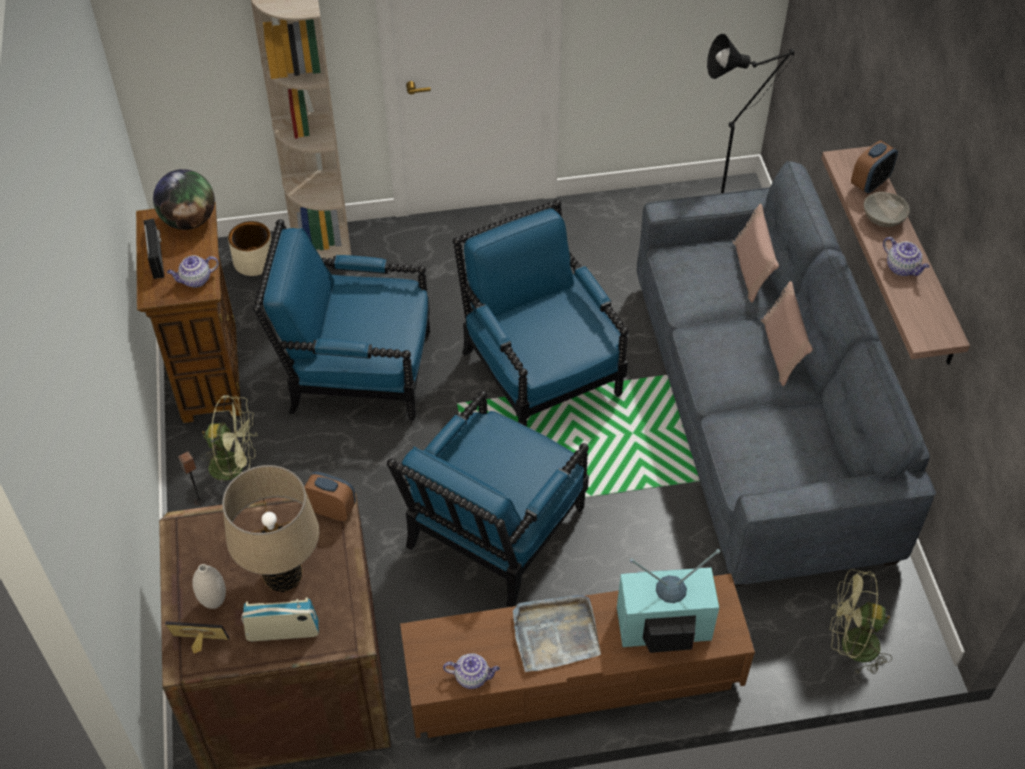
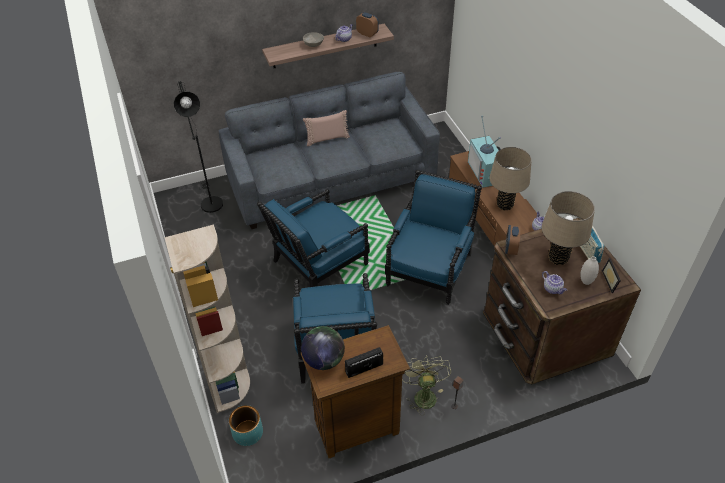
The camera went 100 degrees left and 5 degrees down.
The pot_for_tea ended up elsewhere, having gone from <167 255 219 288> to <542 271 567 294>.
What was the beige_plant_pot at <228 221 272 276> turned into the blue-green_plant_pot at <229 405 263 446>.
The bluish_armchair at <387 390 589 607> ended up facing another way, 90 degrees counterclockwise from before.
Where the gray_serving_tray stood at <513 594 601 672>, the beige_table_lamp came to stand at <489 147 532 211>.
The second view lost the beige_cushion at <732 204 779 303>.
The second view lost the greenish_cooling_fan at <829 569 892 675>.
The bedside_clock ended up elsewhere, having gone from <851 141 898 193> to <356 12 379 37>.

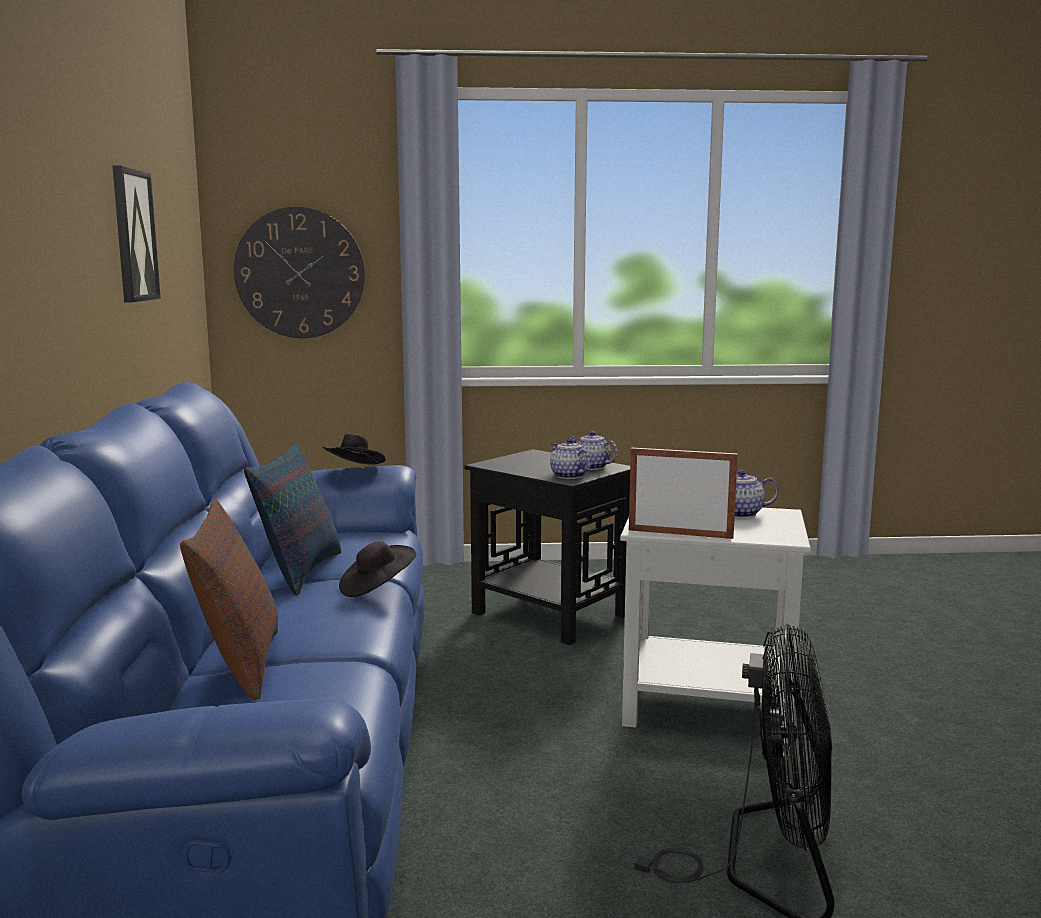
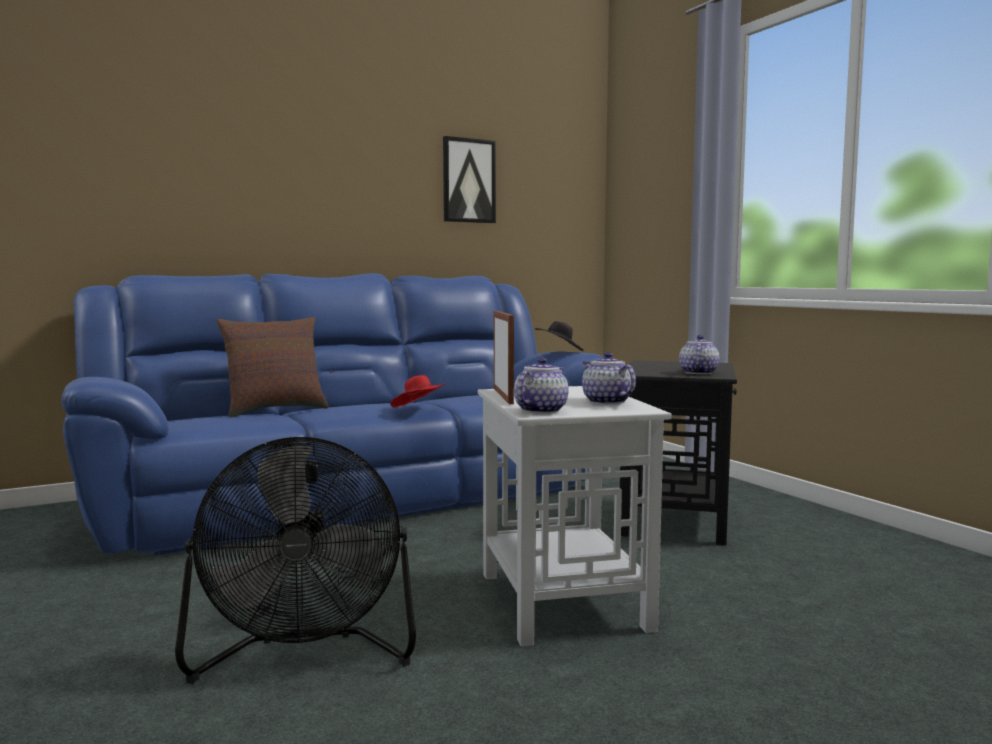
The camera went 65 degrees right and 5 degrees down.
The second view lost the wall_clock at <234 207 365 338>.
The second view lost the bluish_cushion at <244 444 341 595>.
What was the blackish_wearable_hat at <339 541 417 597> turned into the red_wearable_hat at <391 375 444 407>.
The pot_for_tea ended up elsewhere, having gone from <550 438 591 479> to <514 358 569 414>.

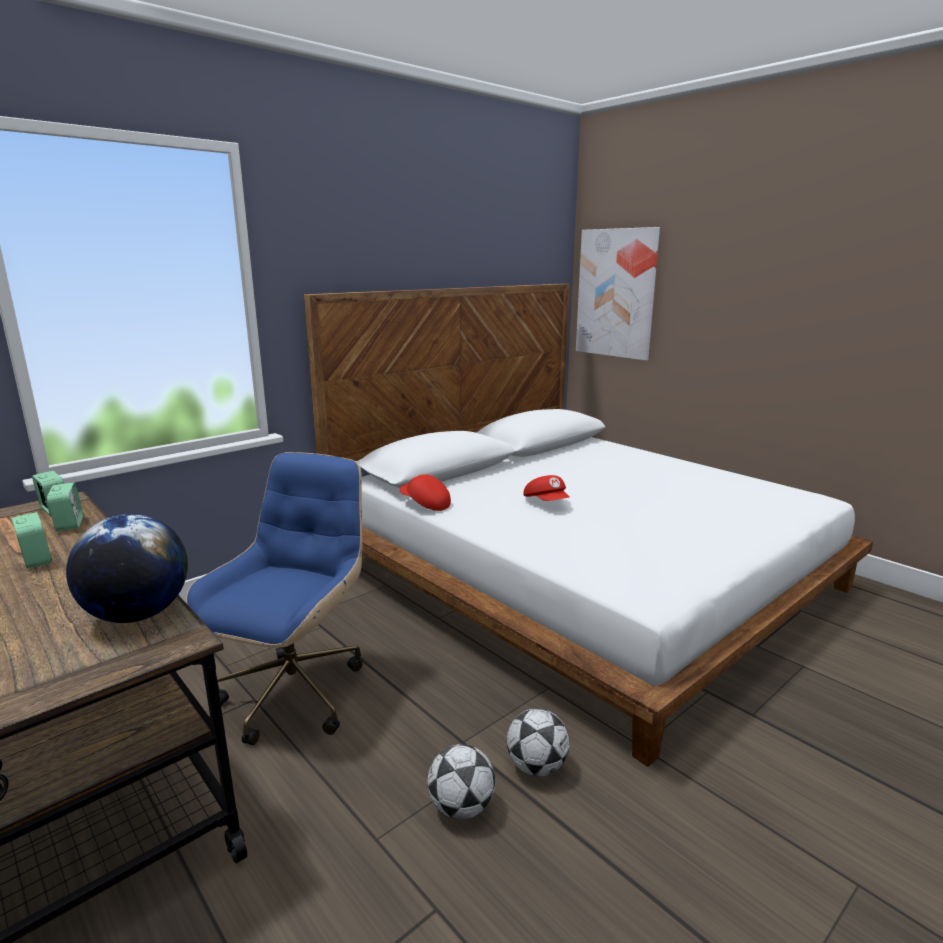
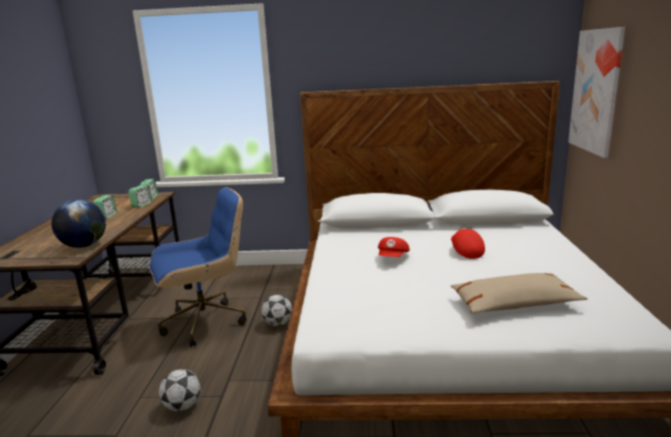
The camera went 45 degrees right and 0 degrees up.
The red_baseball_cap ended up elsewhere, having gone from <400 474 451 511> to <451 228 485 259>.
The football ended up elsewhere, having gone from <507 708 570 776> to <261 295 292 326>.
The second view gained the beige_cushion at <451 273 587 314>.

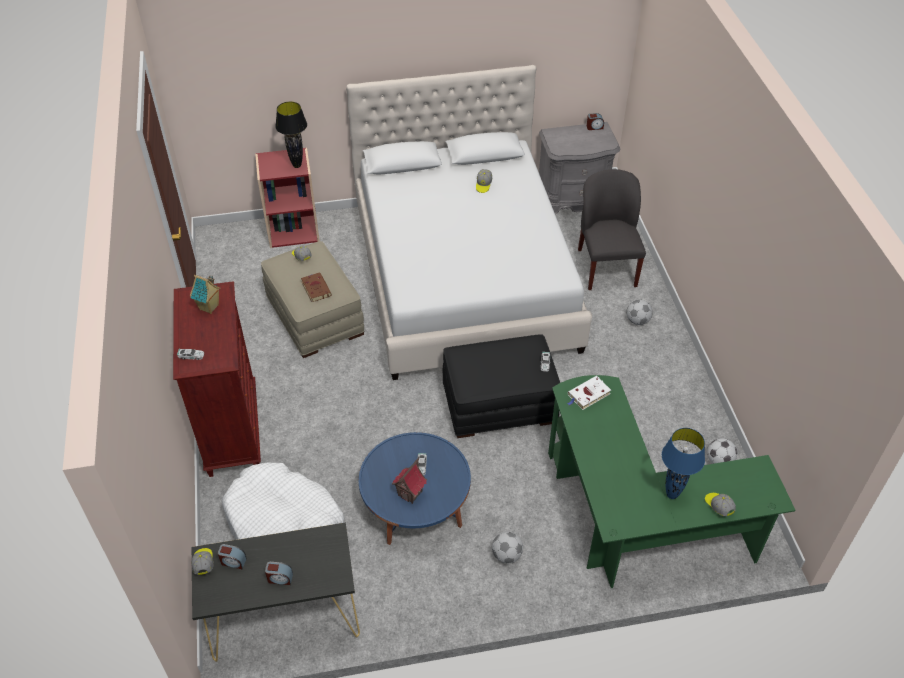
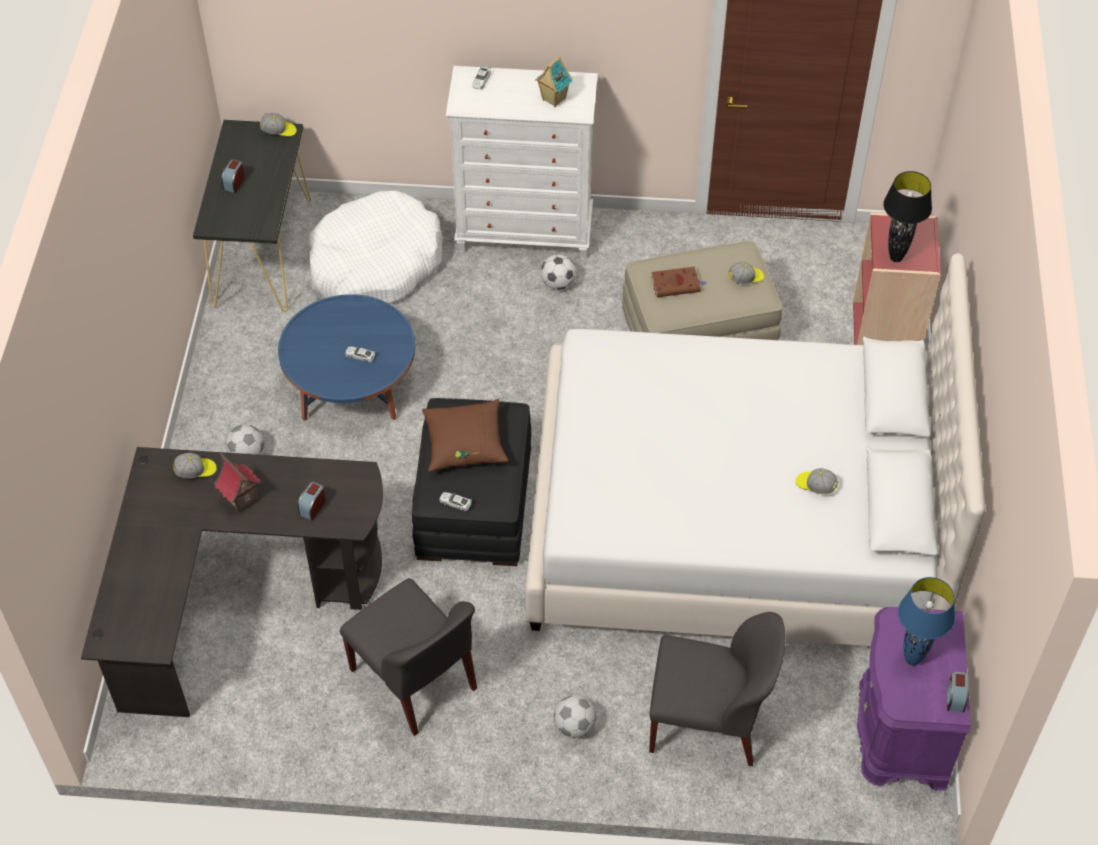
The camera went 105 degrees right and 5 degrees up.
What was the red_drawer_chest at <173 281 261 477> turned into the whitish_drawer_chest at <446 66 598 259>.
The bedside_clock ended up elsewhere, having gone from <218 544 247 569> to <298 481 326 520>.
The model_house ended up elsewhere, having gone from <392 458 427 504> to <214 452 261 513>.
What was the gray_night_table at <539 122 620 214> turned into the purplish_night_table at <857 607 971 791>.
What was the greenish_desk_unit at <548 375 796 588> turned into the blackish_desk_unit at <81 447 383 717>.
The second view lost the whitish_book at <567 376 611 410>.
The bluish_table_lamp ended up elsewhere, having gone from <662 428 705 499> to <898 577 955 666>.
The baseball_cap ended up elsewhere, having gone from <705 493 736 516> to <173 453 217 478>.
The football ended up elsewhere, having gone from <707 438 737 464> to <541 254 576 290>.
The second view gained the gray_chair at <340 578 477 736>.
The second view gained the brownish_cushion at <422 399 508 472>.

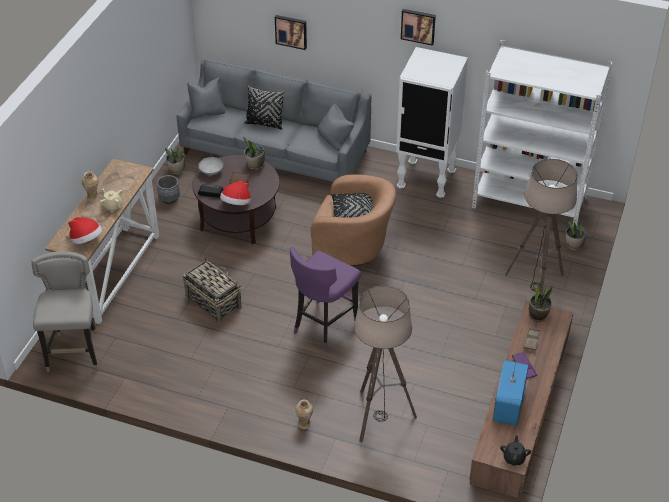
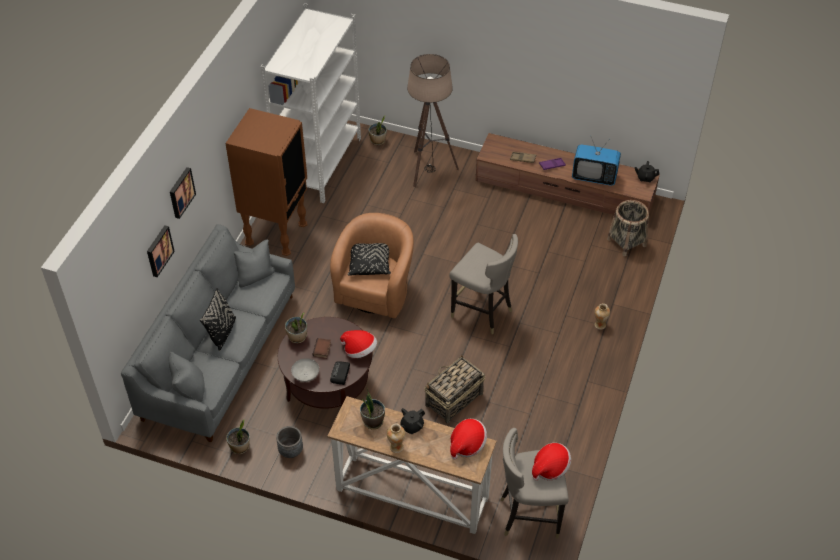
The camera went 90 degrees left and 5 degrees up.
What was the beige_pot_for_tea at <100 189 123 212> turned into the blackish_pot_for_tea at <401 408 425 434>.
What was the purplish_stool at <290 247 361 349> turned into the gray_stool at <449 234 518 334>.
The second view lost the standard_lamp at <354 285 417 442>.
What was the whitish_storage_cabinet at <396 47 468 198> turned into the brownish_storage_cabinet at <225 108 307 256>.
The wall_picture ended up elsewhere, having gone from <401 9 436 46> to <170 167 196 219>.
The houseplant ended up elsewhere, having gone from <529 281 553 322> to <360 387 385 429>.
The second view gained the wearable_hat at <532 443 571 481>.
The second view gained the storage_basket at <607 200 649 257>.

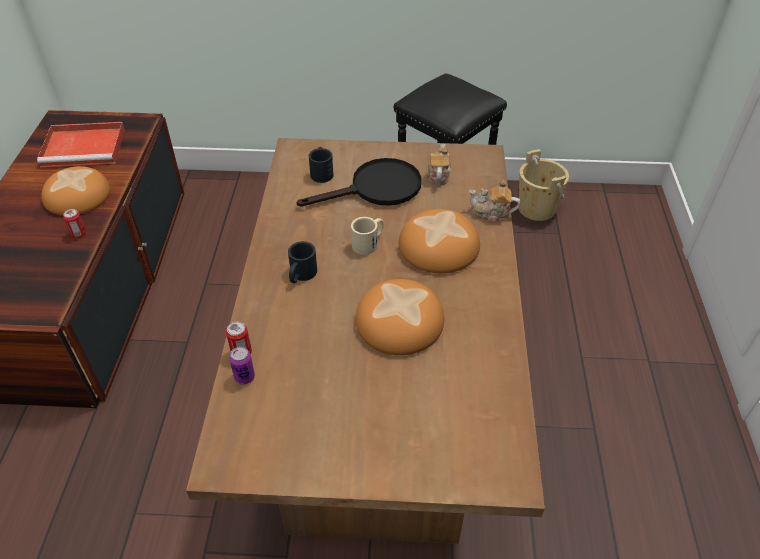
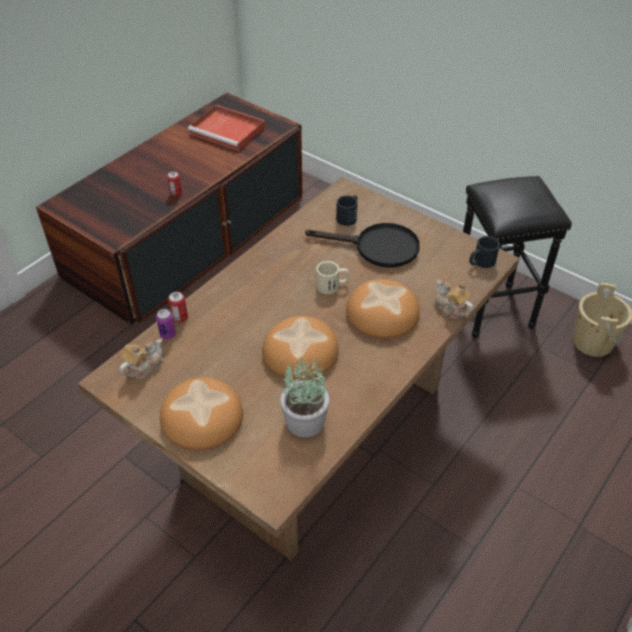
The camera went 35 degrees right and 0 degrees up.
The bakery_bread ended up elsewhere, having gone from <42 166 110 216> to <160 377 243 450>.
The blackish_tea_mug ended up elsewhere, having gone from <288 241 317 283> to <469 236 500 268>.
The pot_for_tea ended up elsewhere, having gone from <426 143 451 185> to <119 338 163 380>.
The second view gained the houseplant at <280 357 329 437>.

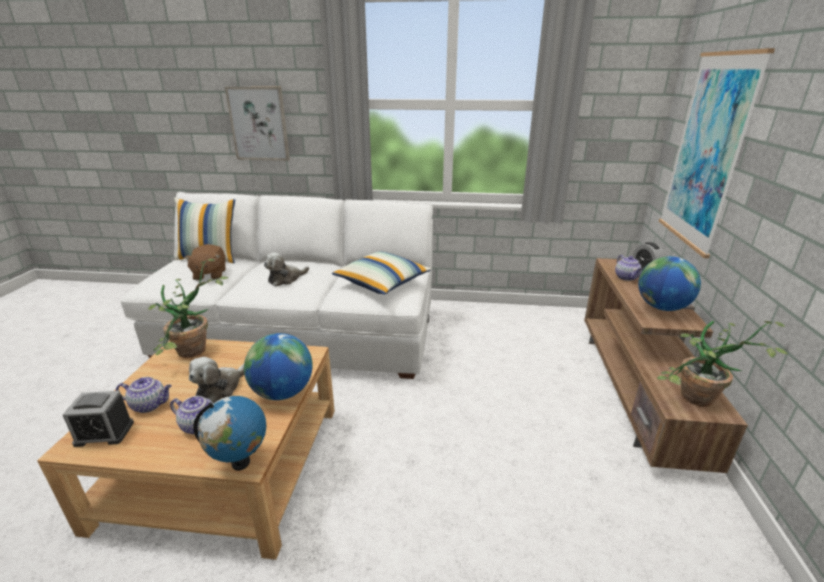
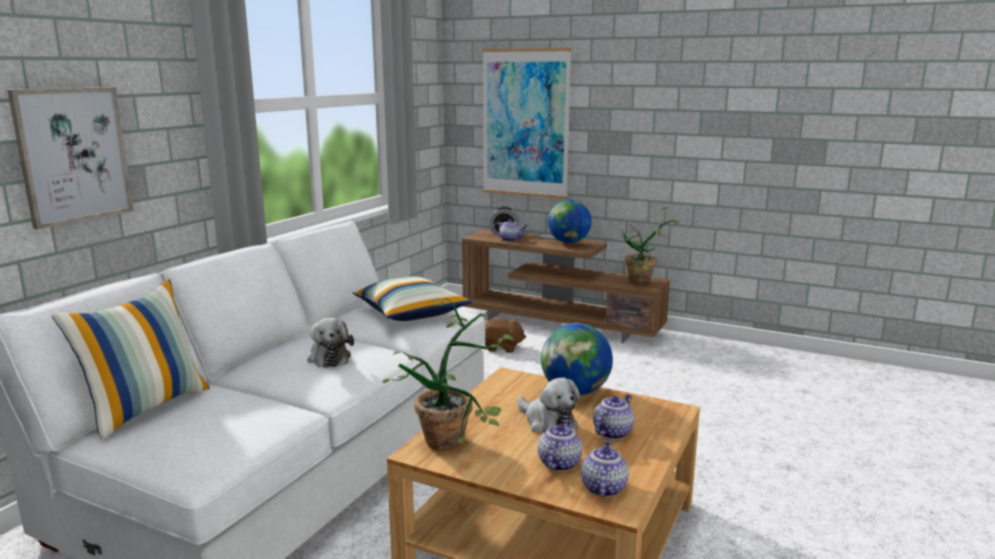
The camera went 70 degrees left and 10 degrees down.
Where the bedside_clock stood at <63 391 134 447>, the pot_for_tea came to stand at <581 440 629 497>.
The brownish_cuddly_toy ended up elsewhere, having gone from <184 244 226 280> to <484 318 526 353>.
The second view lost the desk_globe at <193 396 266 471>.

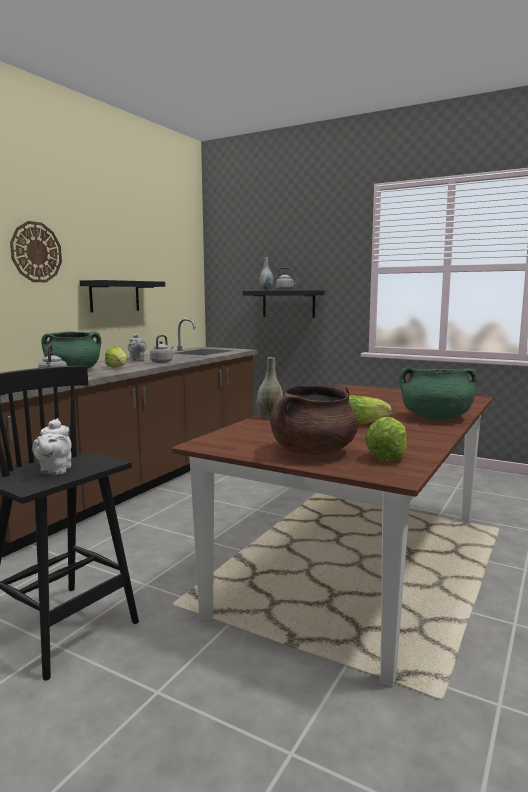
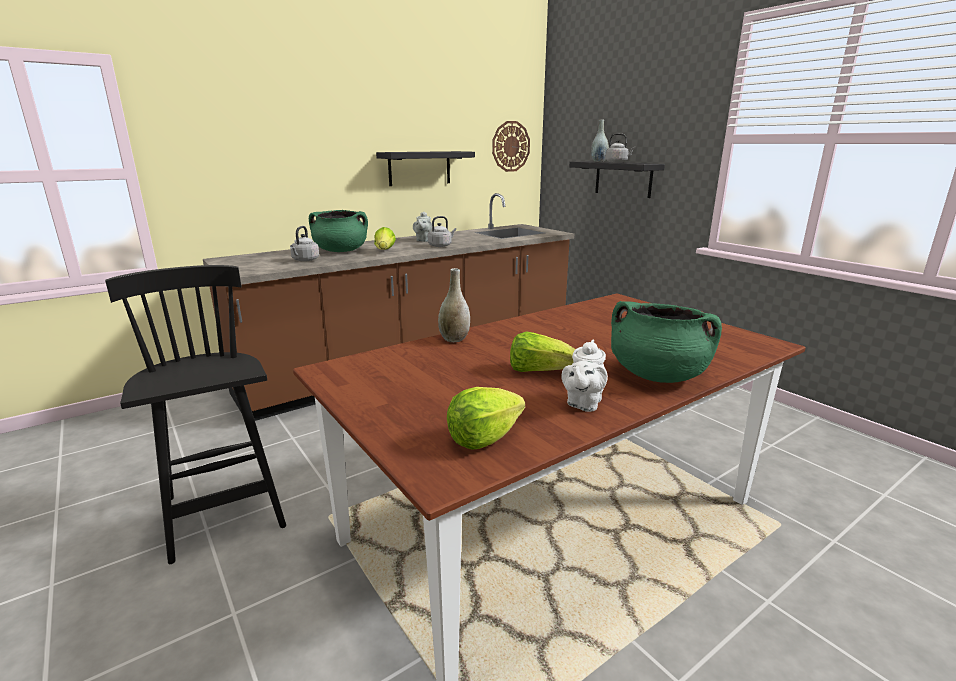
The camera went 25 degrees right and 10 degrees up.
The wall_clock ended up elsewhere, having gone from <10 221 62 282> to <492 121 530 172>.
The whitish_pot_for_tea ended up elsewhere, having gone from <32 418 72 475> to <561 340 608 412>.
The second view lost the brownish_saucepot at <270 384 358 455>.

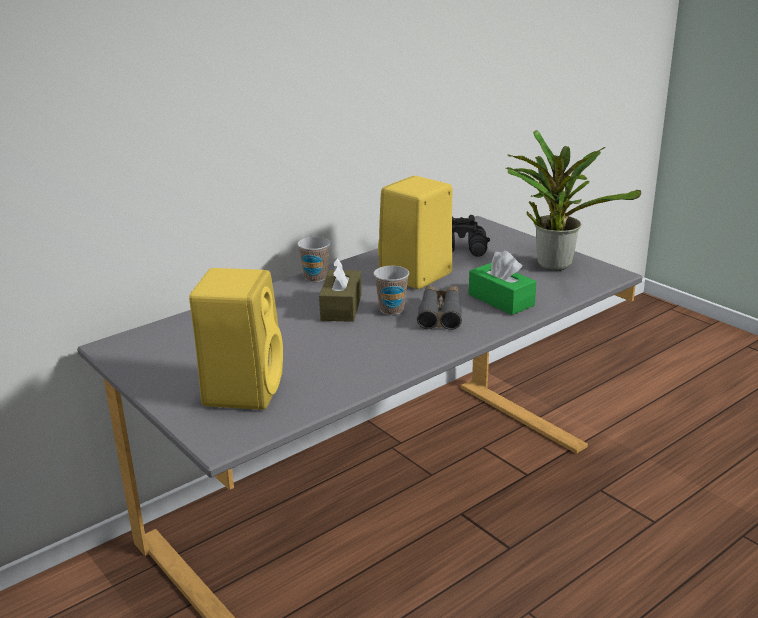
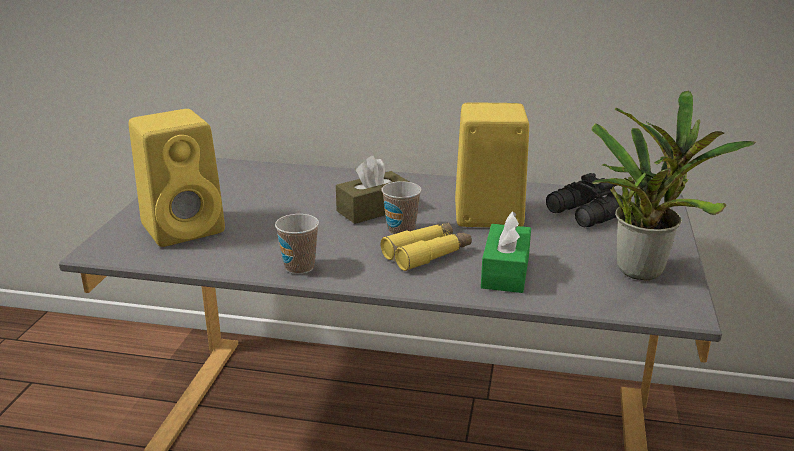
The camera went 50 degrees right and 0 degrees up.
The drinking_cup ended up elsewhere, having gone from <297 237 330 282> to <275 214 319 274>.
What was the gray_binoculars at <417 286 462 330> turned into the yellow_binoculars at <381 222 472 271>.

